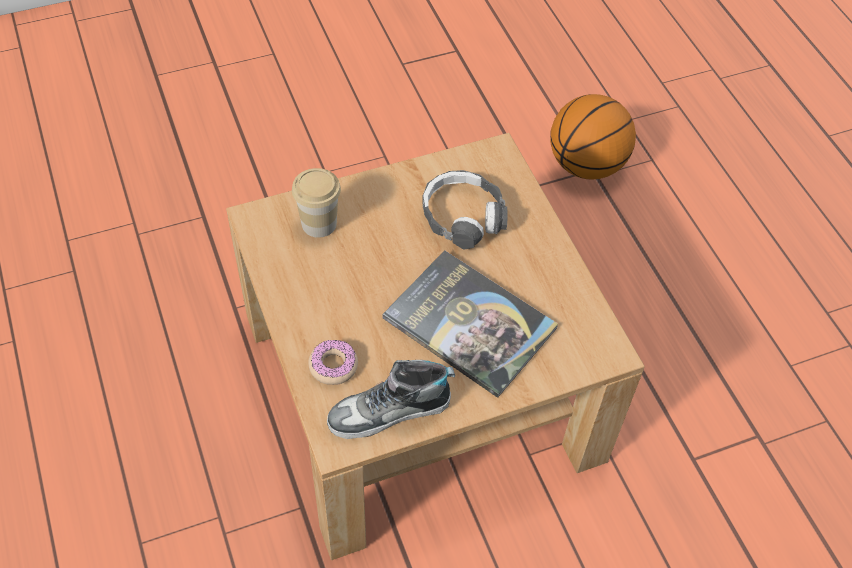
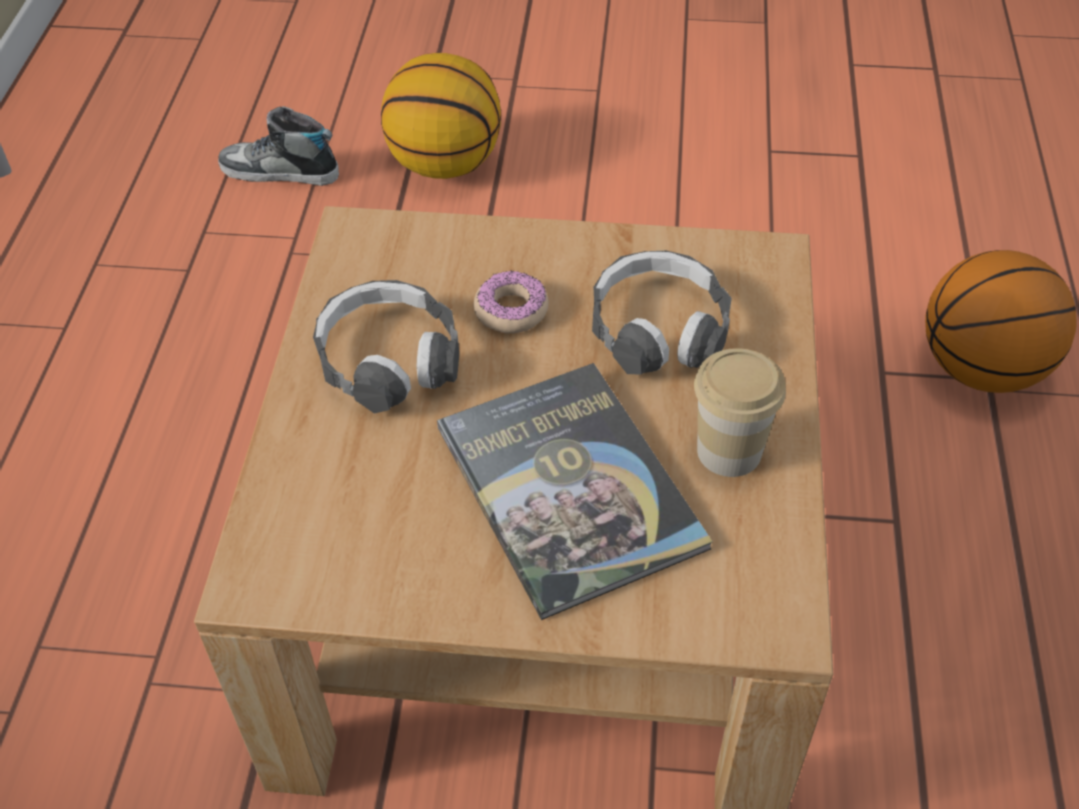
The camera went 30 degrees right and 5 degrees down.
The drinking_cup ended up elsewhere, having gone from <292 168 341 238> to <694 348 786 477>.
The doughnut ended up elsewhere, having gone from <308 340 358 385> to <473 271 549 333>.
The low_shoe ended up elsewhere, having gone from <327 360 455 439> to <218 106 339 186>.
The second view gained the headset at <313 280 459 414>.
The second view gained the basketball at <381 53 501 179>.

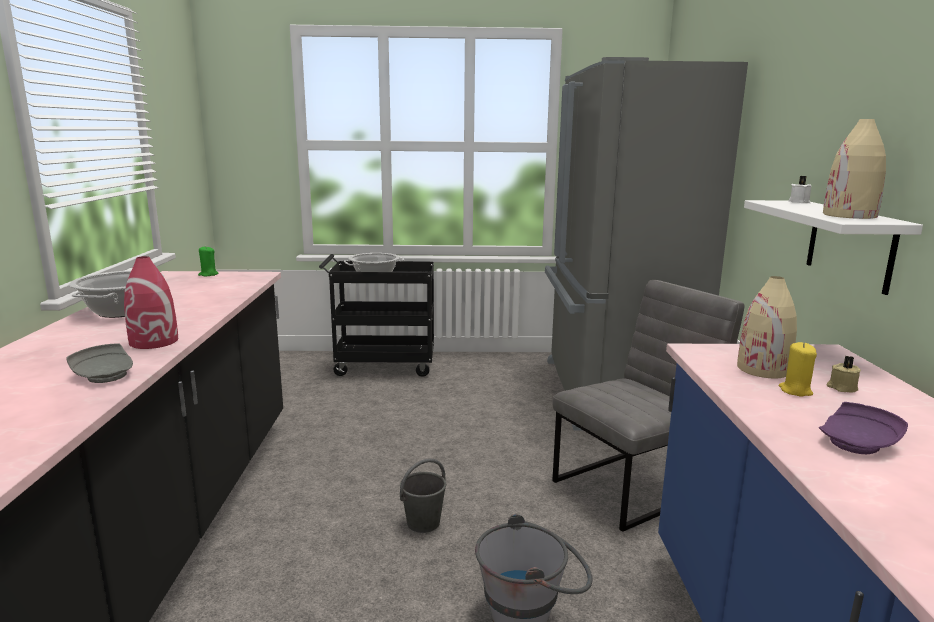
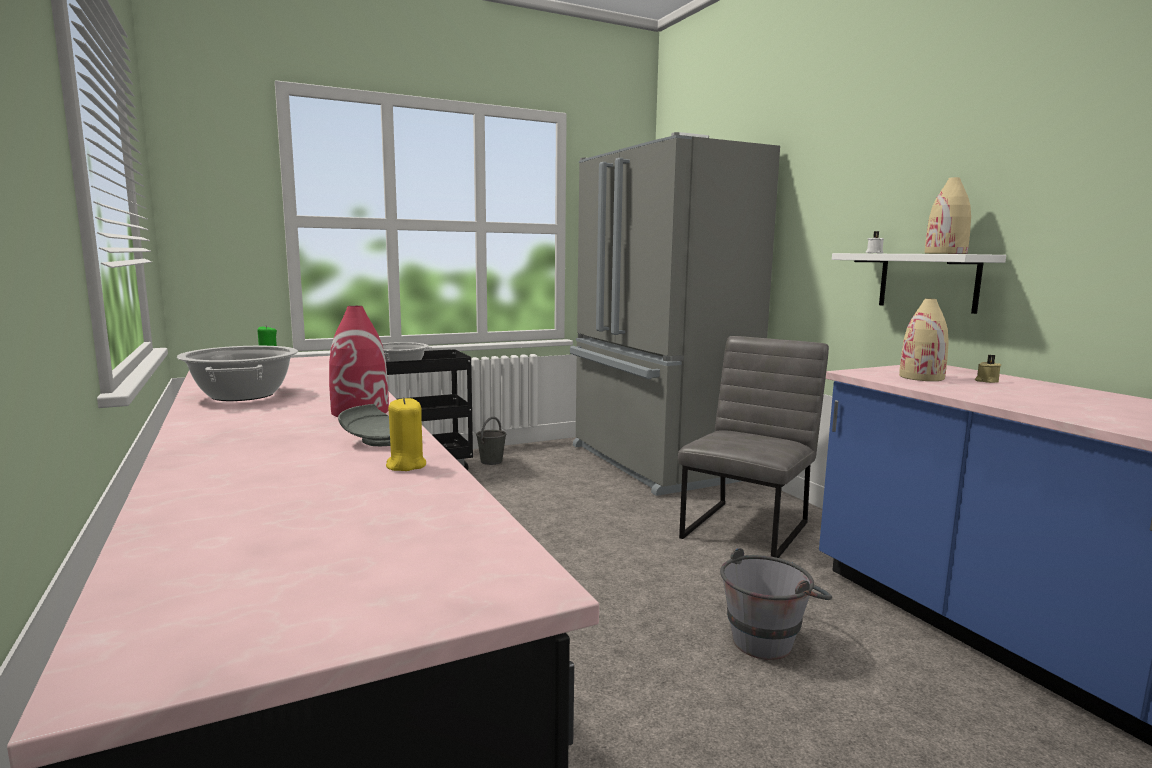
The camera went 25 degrees left and 5 degrees down.
The gray_water_bucket ended up elsewhere, having gone from <400 458 446 533> to <476 417 506 465>.
The yellow_wax_candle ended up elsewhere, having gone from <778 342 817 396> to <386 397 426 471>.
The second view lost the purplish_flat_dish at <819 402 908 454>.

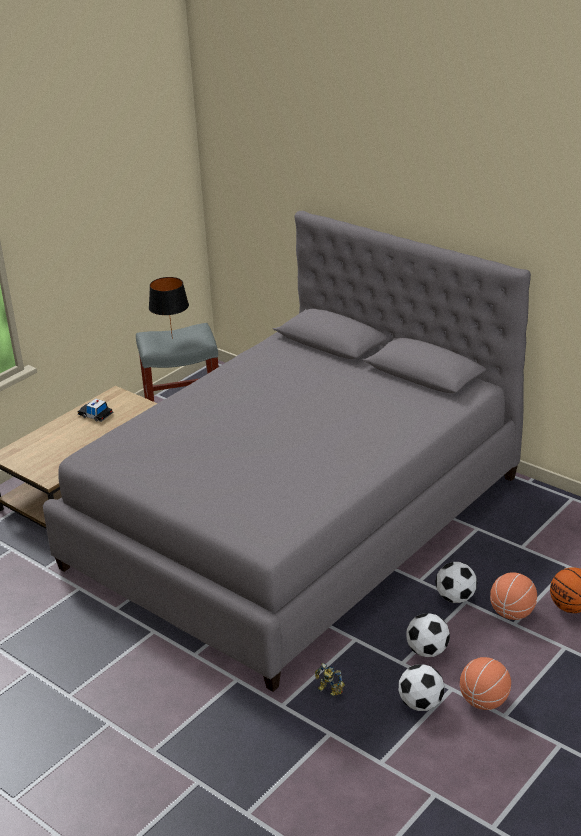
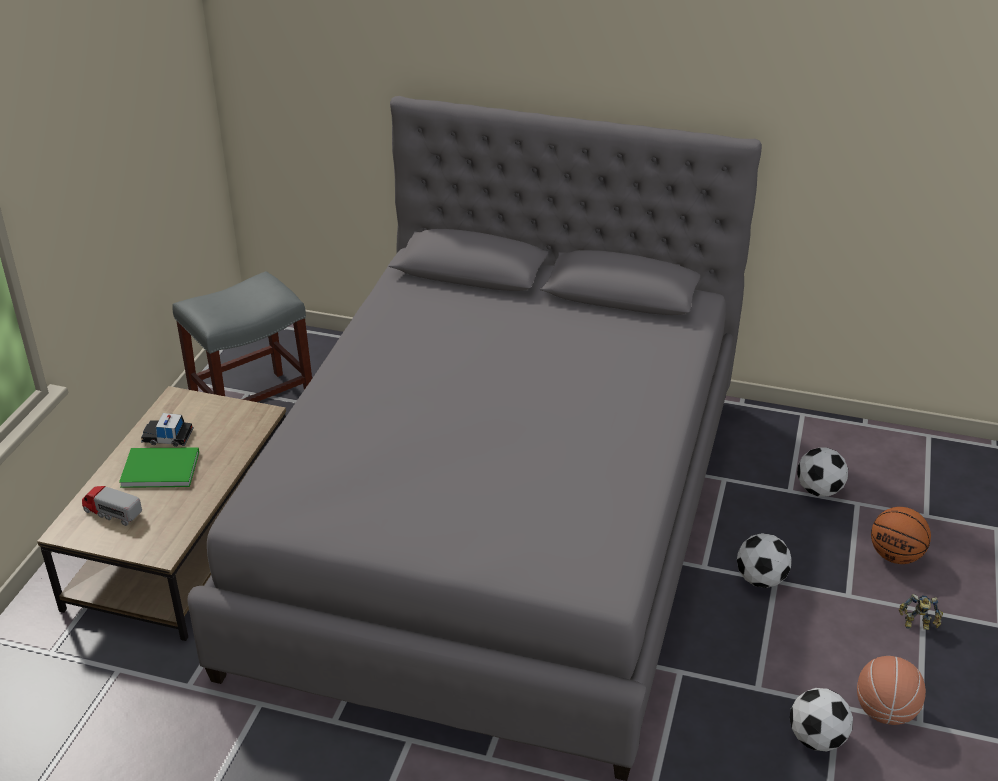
The camera went 25 degrees left and 5 degrees up.
The second view lost the blackish_table_lamp at <149 277 189 339>.
The toy_robot ended up elsewhere, having gone from <315 663 345 696> to <899 594 943 630>.
The football ended up elsewhere, having gone from <406 613 450 657> to <797 448 848 497>.
The second view lost the basketball at <490 572 537 620>.
The second view gained the toy_lorry at <82 486 142 526>.
The second view gained the greenish_book at <119 447 199 488>.

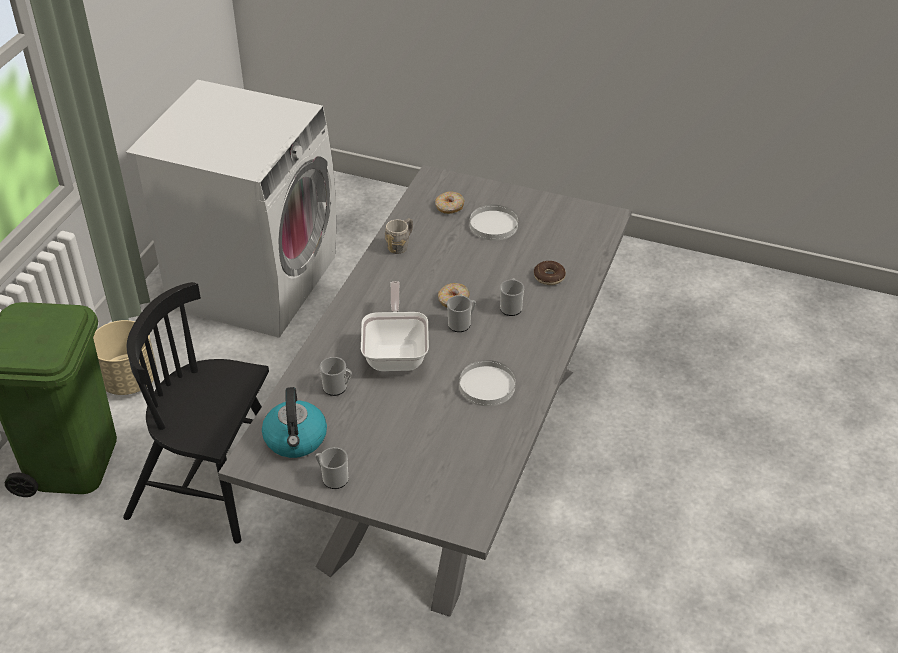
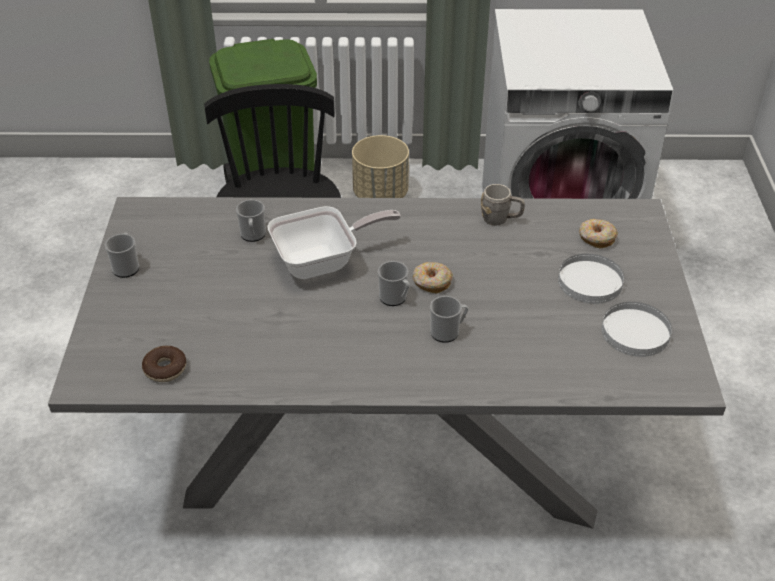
The camera went 70 degrees right and 0 degrees up.
The second view lost the water_kettle at <262 387 327 458>.
The whitish_flat_dish ended up elsewhere, having gone from <459 360 516 406> to <602 302 672 357>.
The doughnut ended up elsewhere, having gone from <534 261 566 285> to <142 346 186 382>.

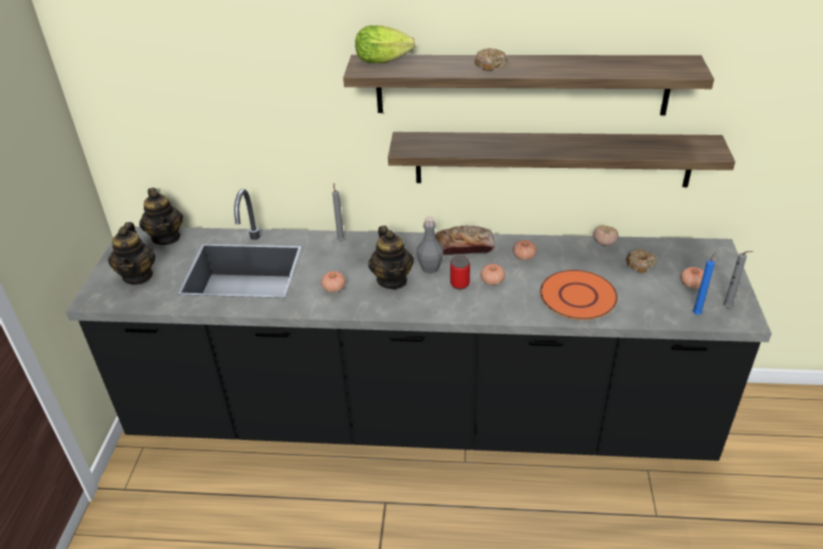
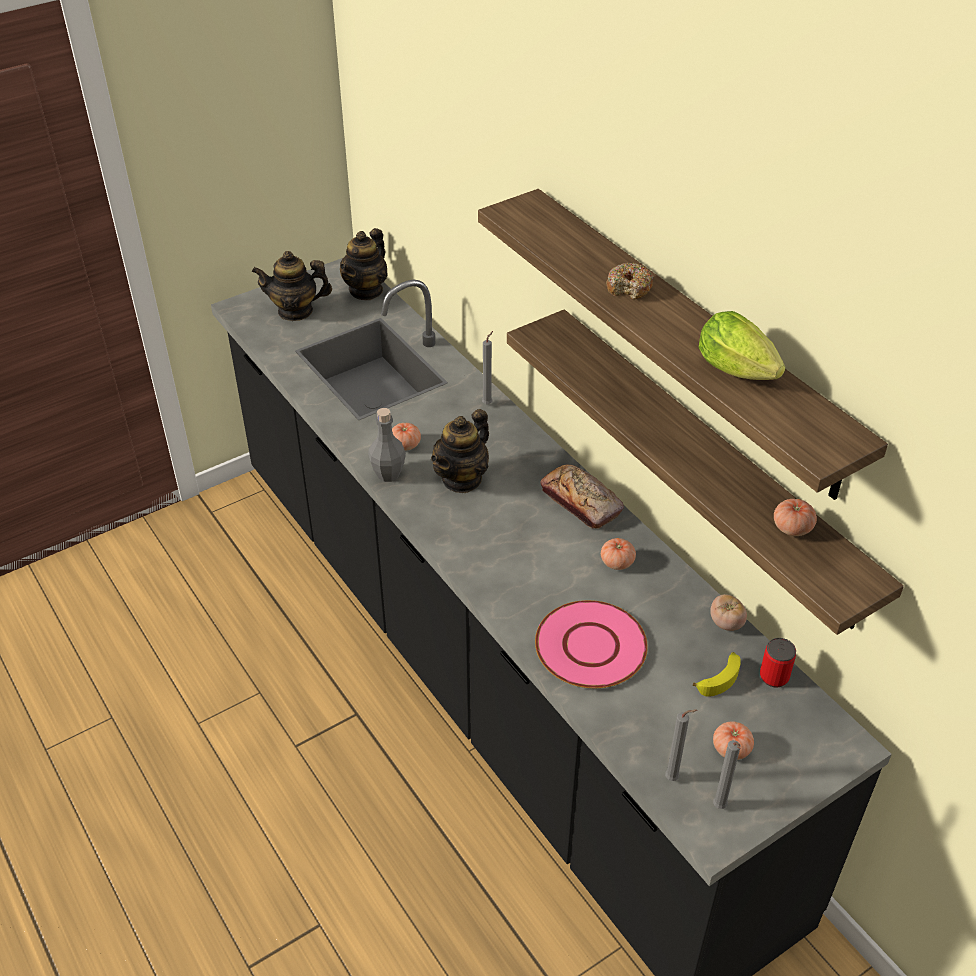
The camera went 50 degrees right and 5 degrees up.
The pot_for_tea at <108 222 155 285> ended up facing another way, 45 degrees clockwise from before.
The head_of_lettuce ended up elsewhere, having gone from <355 25 415 63> to <699 311 786 380>.
The gray_bottle ended up elsewhere, having gone from <417 216 444 274> to <368 408 406 482>.
The metal_can ended up elsewhere, having gone from <450 256 470 290> to <760 638 796 688>.
The fresh_tomato ended up elsewhere, having gone from <480 264 505 285> to <774 499 817 536>.
What was the orange_flat_dish at <540 270 618 320> turned into the pink-coloured_flat_dish at <535 600 648 688>.
Where the doughnut stood at <626 249 656 273>, the whole_banana came to stand at <693 652 741 697>.
What was the bluish_wax_candle at <693 252 716 315> turned into the gray_wax_candle at <665 709 697 781>.

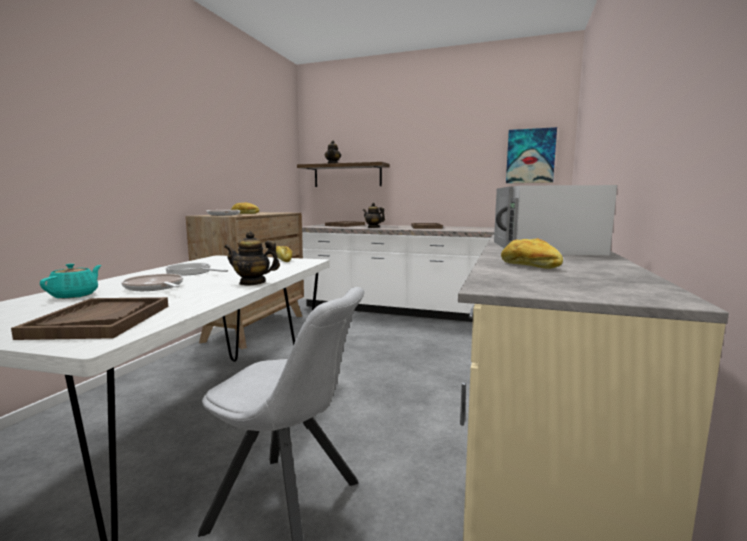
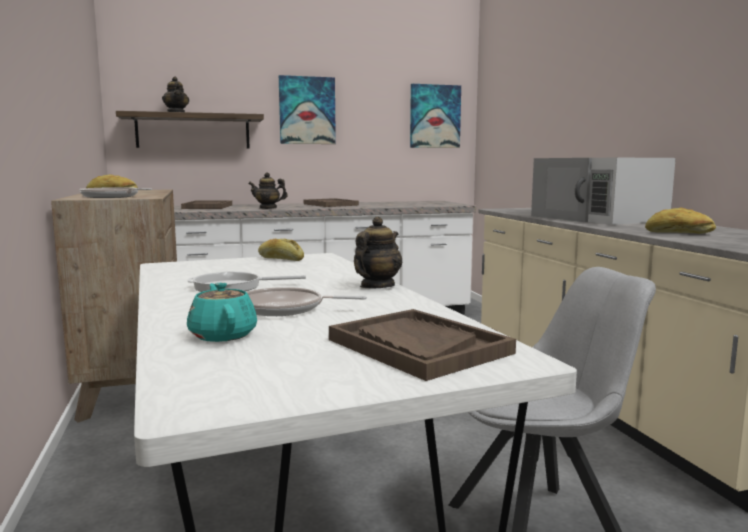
The camera went 35 degrees left and 0 degrees up.
The pot_for_tea at <224 231 280 285> ended up facing another way, 150 degrees clockwise from before.
The second view gained the wall_picture at <279 75 336 144>.

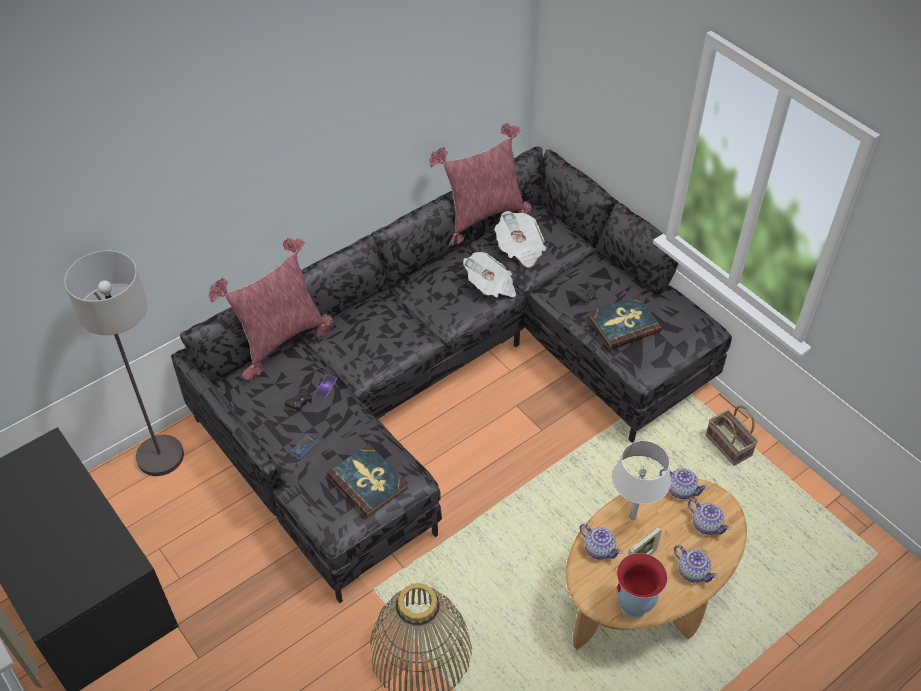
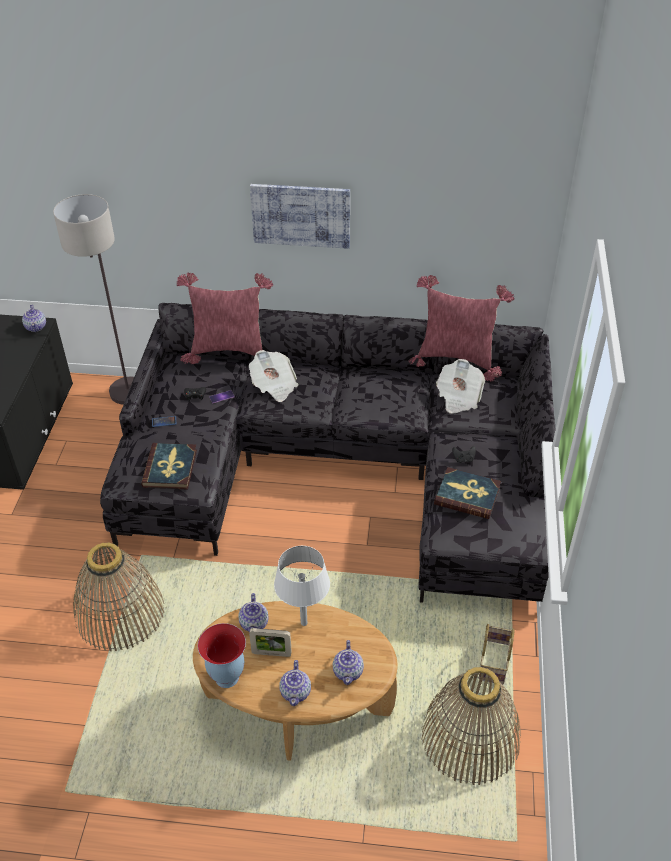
The camera went 45 degrees right and 5 degrees down.
The daily_paper ended up elsewhere, having gone from <463 252 516 297> to <248 350 298 402>.
The pot_for_tea ended up elsewhere, having gone from <660 468 708 499> to <22 305 46 332>.
The second view gained the wall_picture at <250 184 350 249>.
The second view gained the storage_basket at <421 667 521 785>.

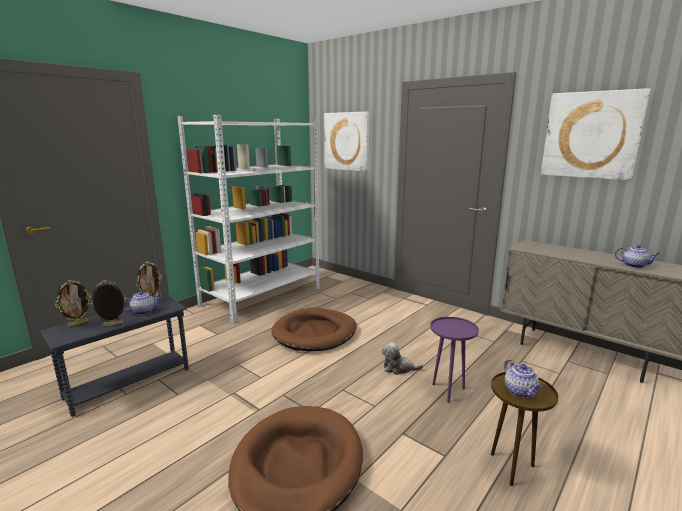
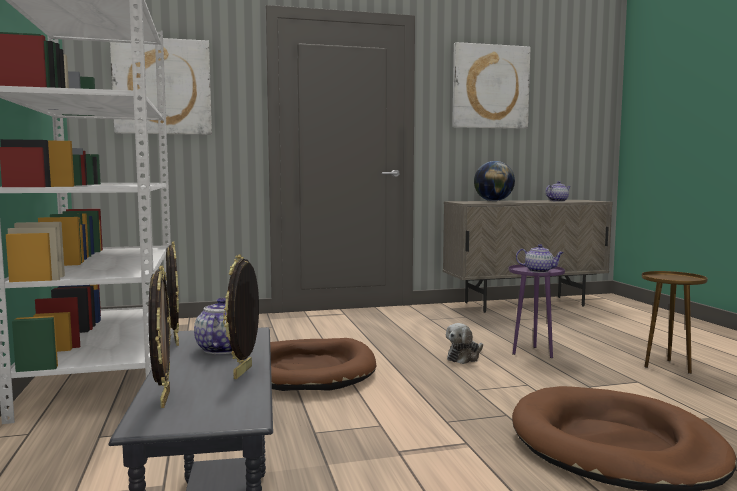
The camera went 55 degrees left and 10 degrees down.
The pot_for_tea ended up elsewhere, having gone from <504 359 543 398> to <516 244 564 273>.
The second view gained the desk_globe at <474 161 515 201>.

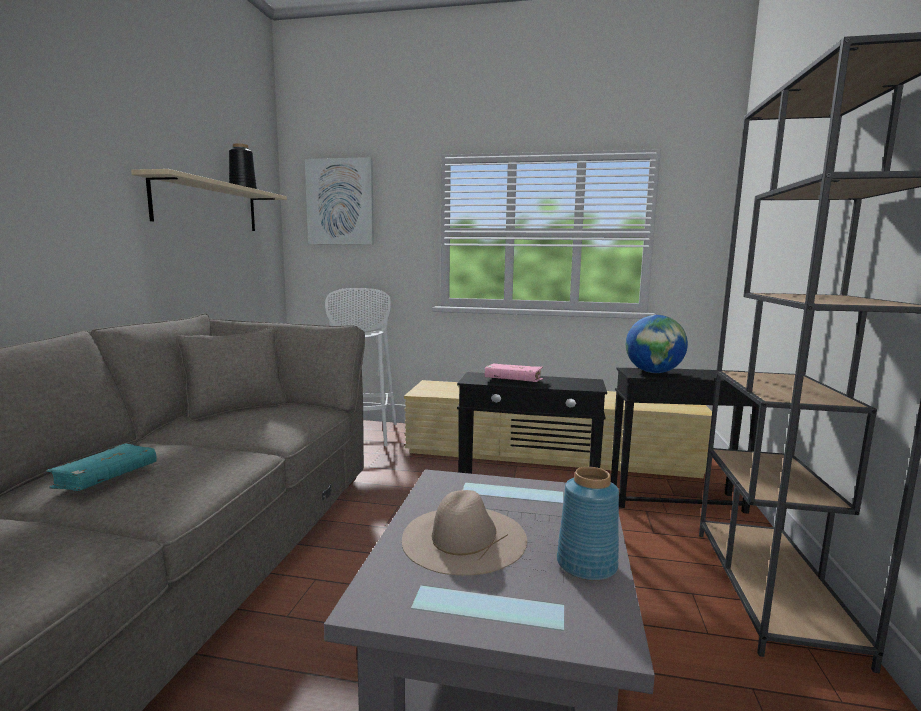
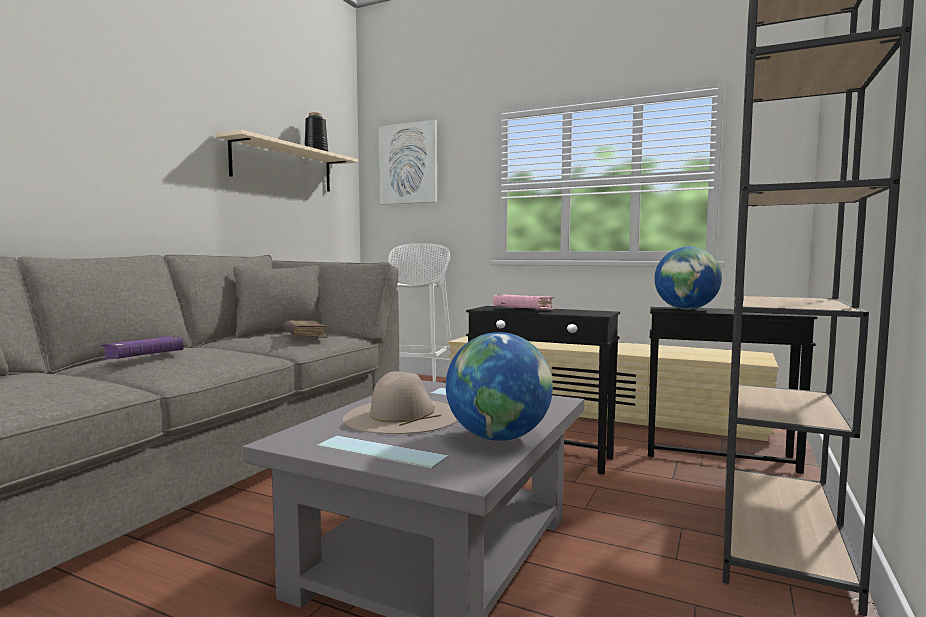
The camera went 15 degrees right and 5 degrees down.
What was the blue-green_book at <46 444 157 491> turned into the purplish_book at <100 336 183 360>.
Where the bluish_vase stood at <557 467 619 581>, the desk_globe came to stand at <446 332 553 441>.
The second view gained the brownish_book at <283 320 328 338>.

